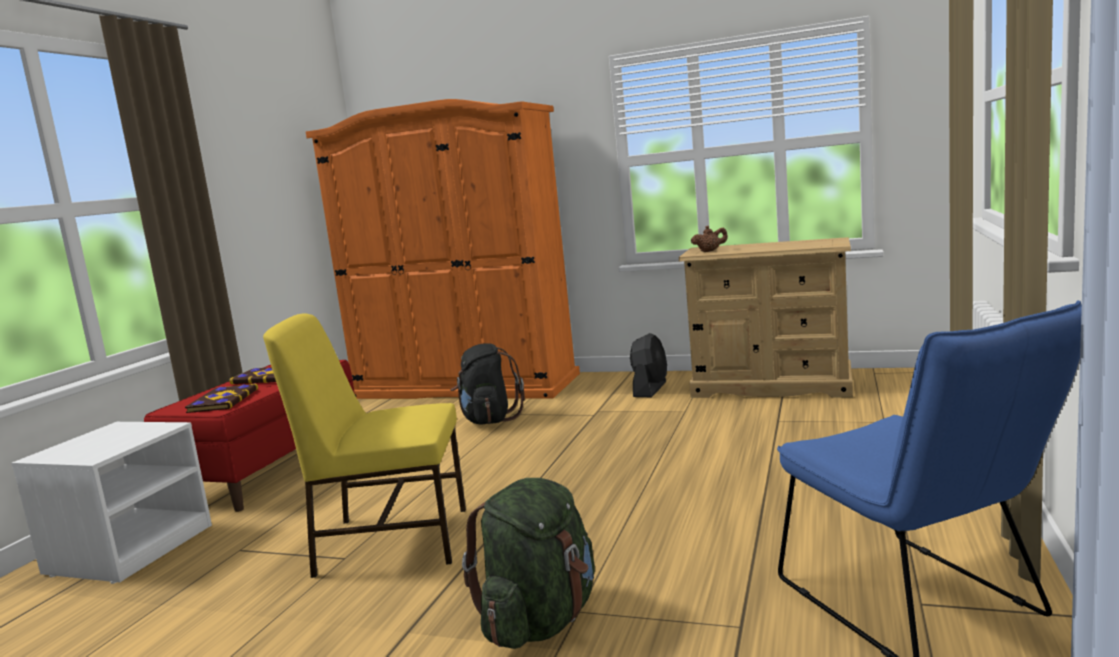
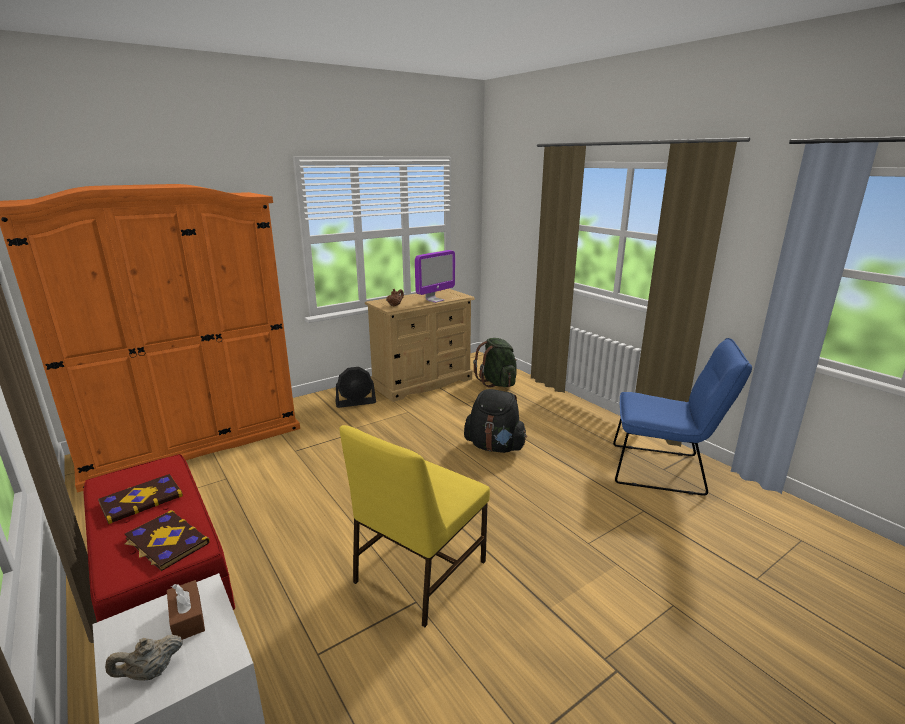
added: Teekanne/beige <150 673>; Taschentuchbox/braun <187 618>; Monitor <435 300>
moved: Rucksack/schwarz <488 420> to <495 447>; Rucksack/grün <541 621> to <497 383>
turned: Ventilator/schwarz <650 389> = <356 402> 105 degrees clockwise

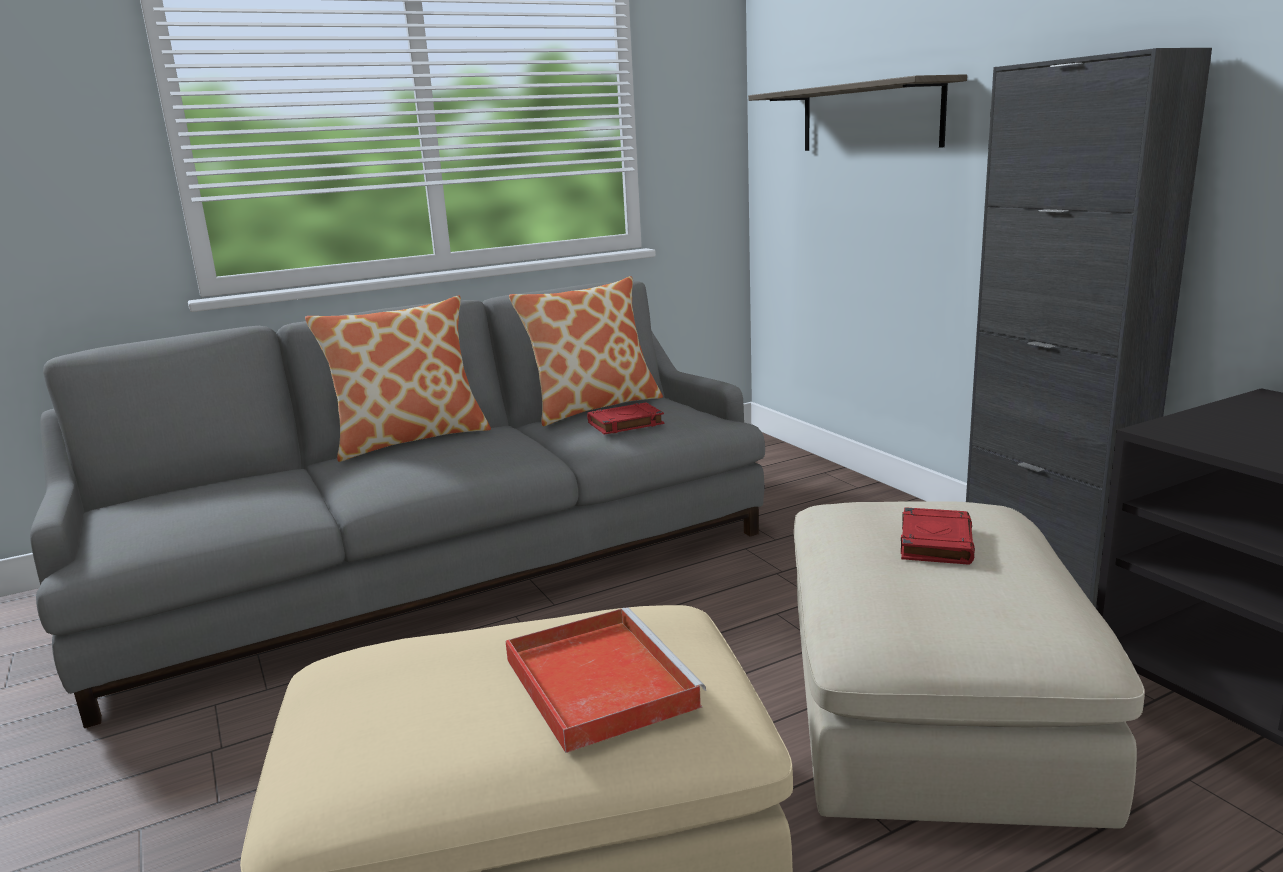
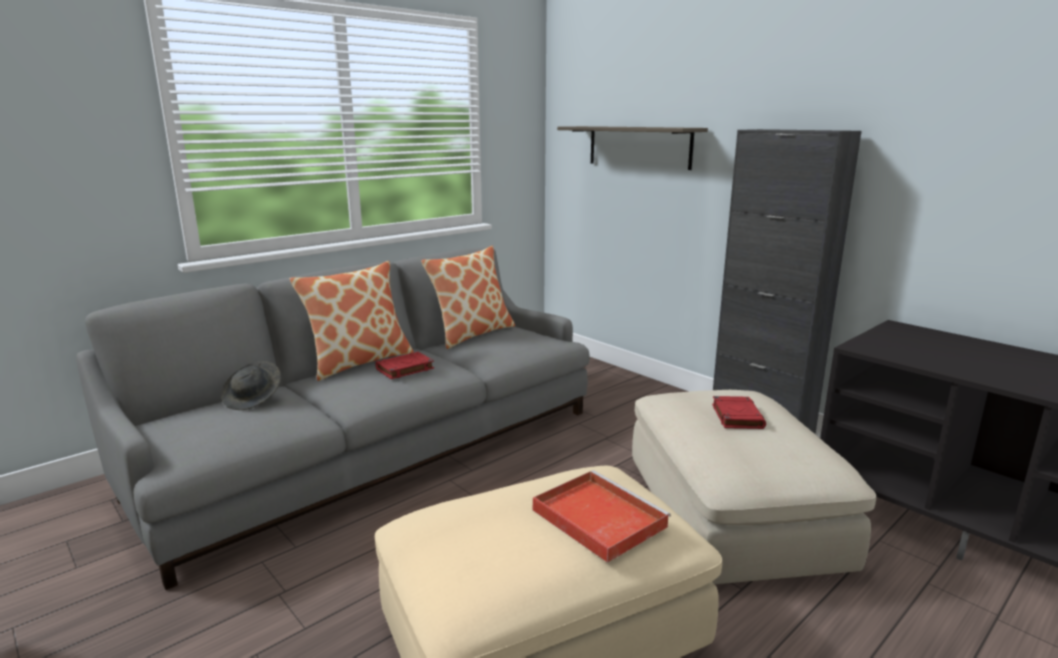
added: Hut/grau <253 399>
moved: Buch/rot <625 424> to <404 369>

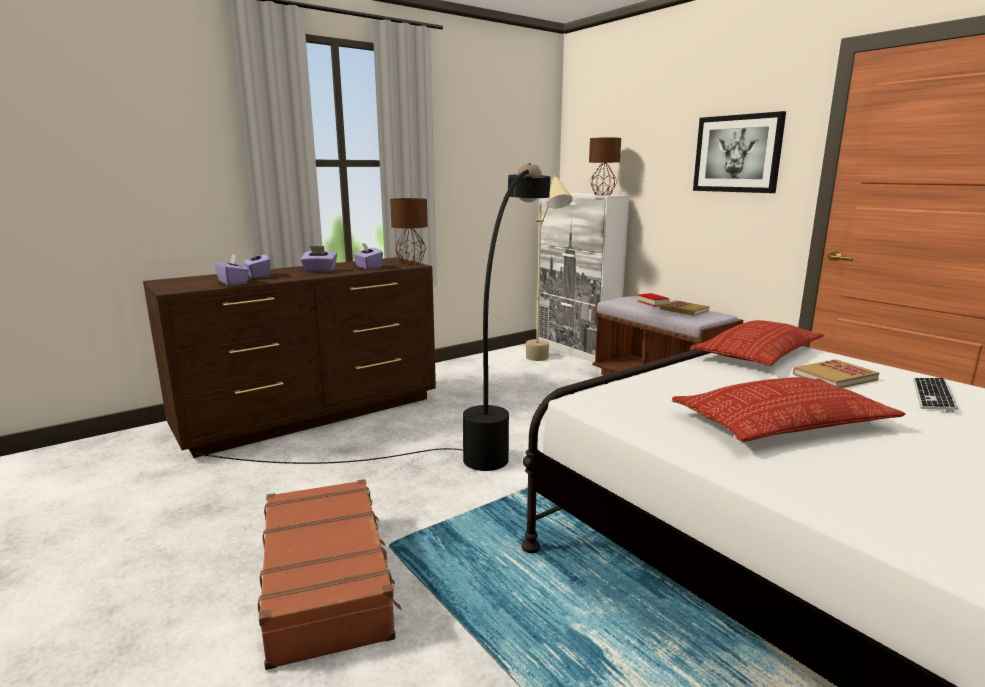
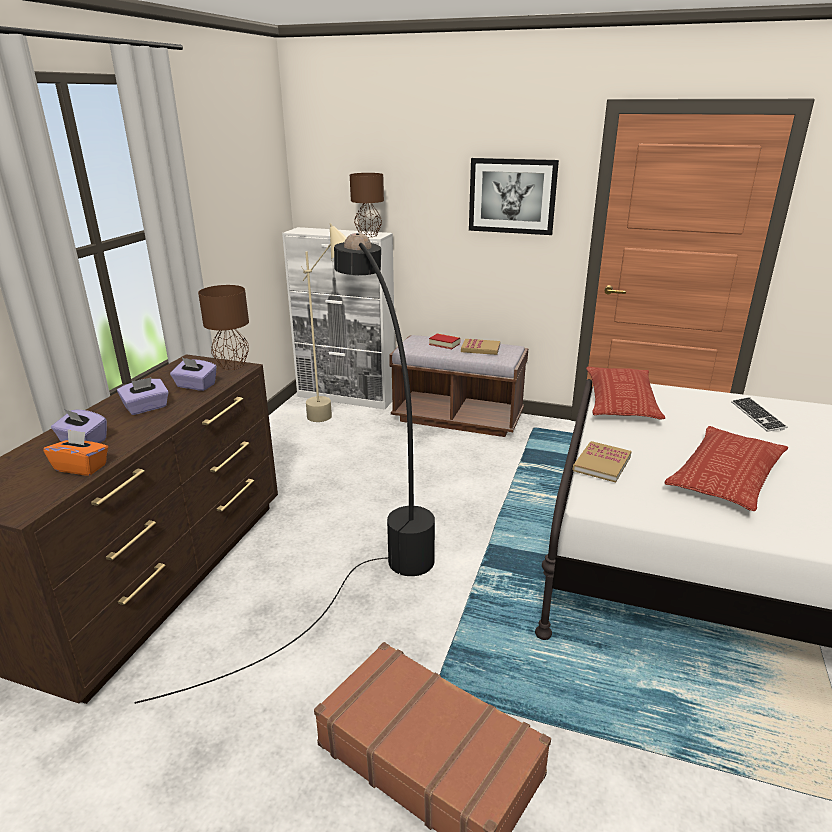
moved: Buch <834 377> to <602 464>
recoloured: Taschentuchbox/lila <233 283> to Taschentuchbox/orange <81 467>

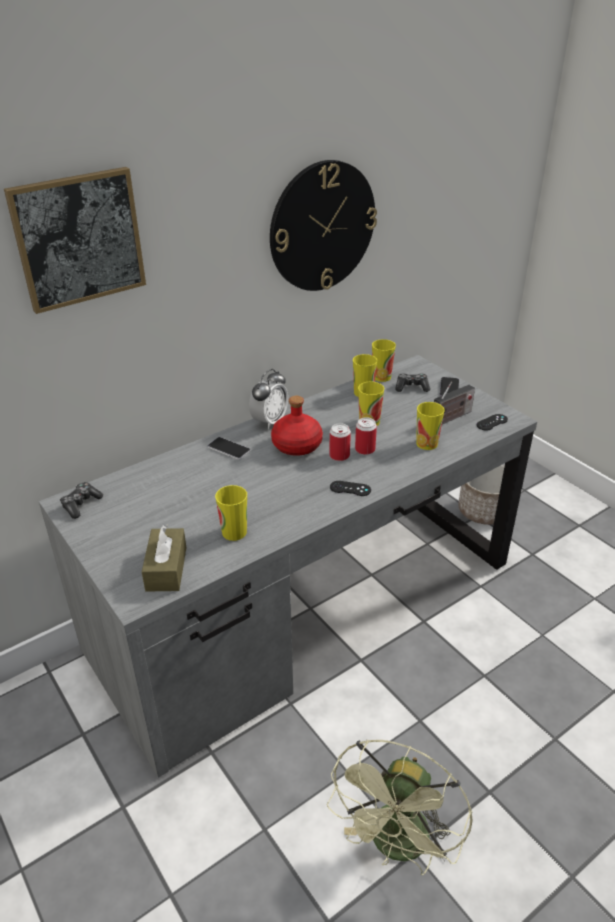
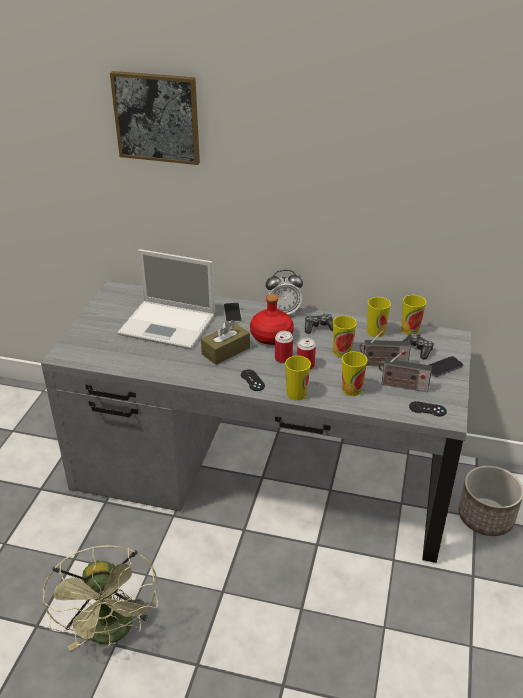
removed: Wanduhr <322 227>
added: Laptop <169 325>; Radio <382 364>
moved: Taschentuchbox/braun <166 569> to <226 351>; Tasse <234 532> to <296 394>; Gamepad <81 504> to <318 327>
turned: Ventilator/grün <398 846> = <112 633> 90 degrees counterclockwise

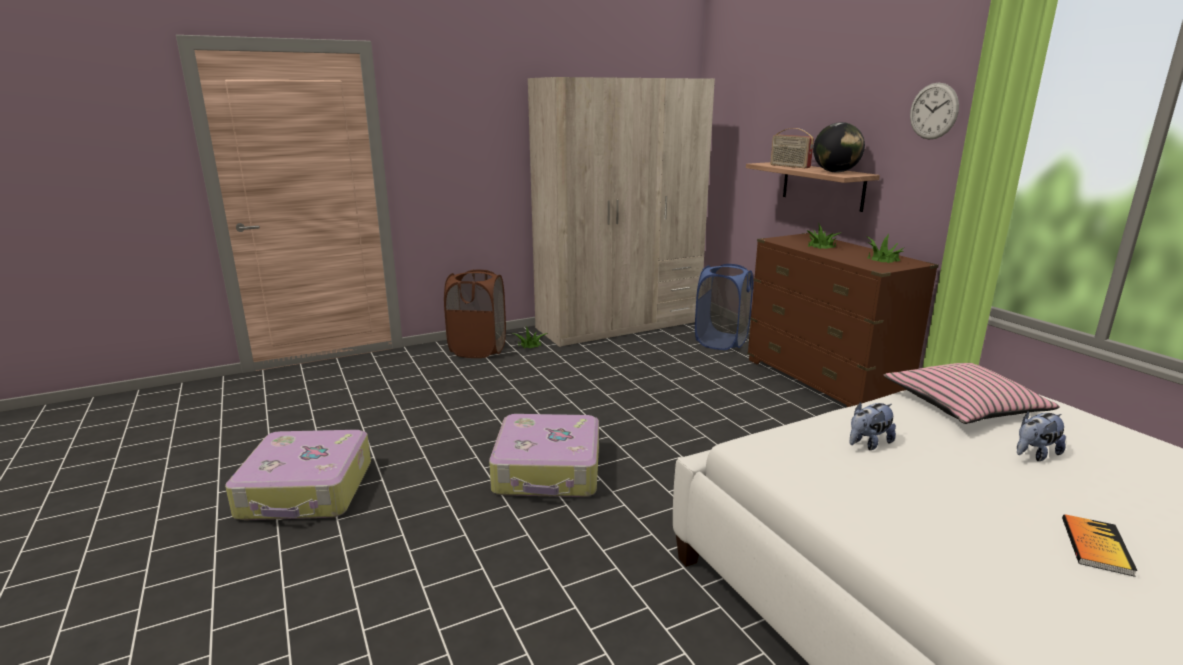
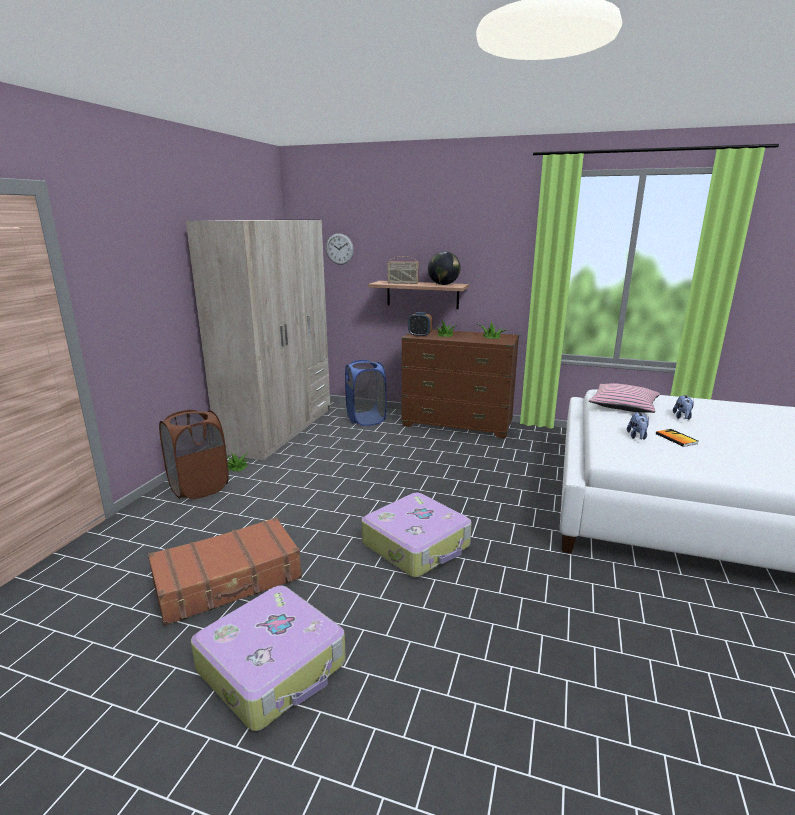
added: Koffer/braun <228 581>; Wecker <420 335>
moved: Wanduhr <933 111> to <339 249>; Buch <1096 546> to <676 438>

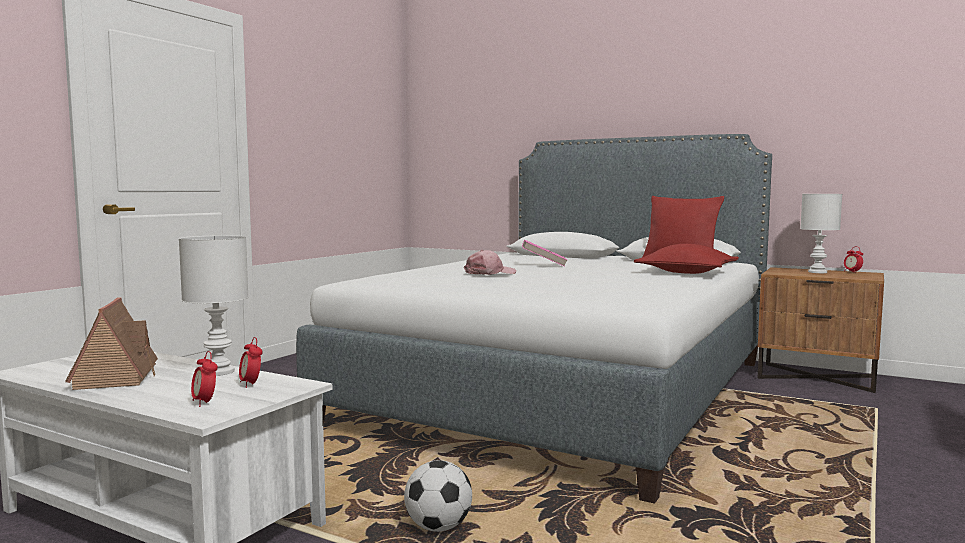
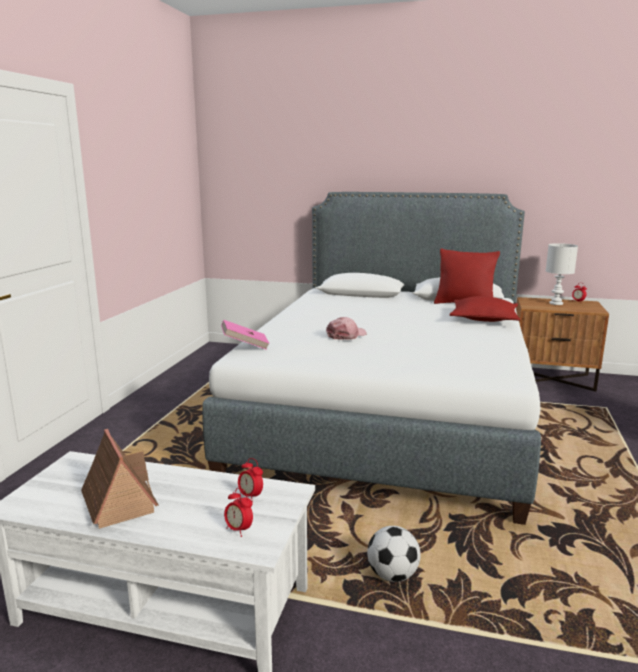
removed: Tischlampe/weiß <220 372>
moved: Buch/rosa <544 265> to <245 346>

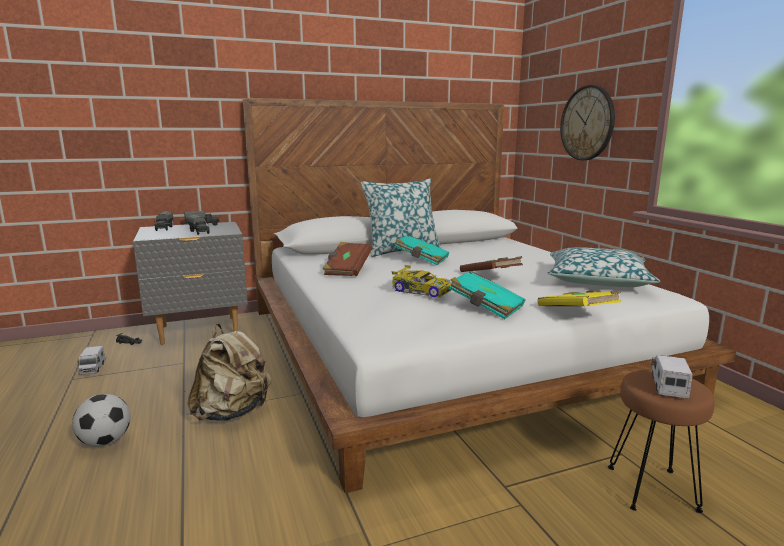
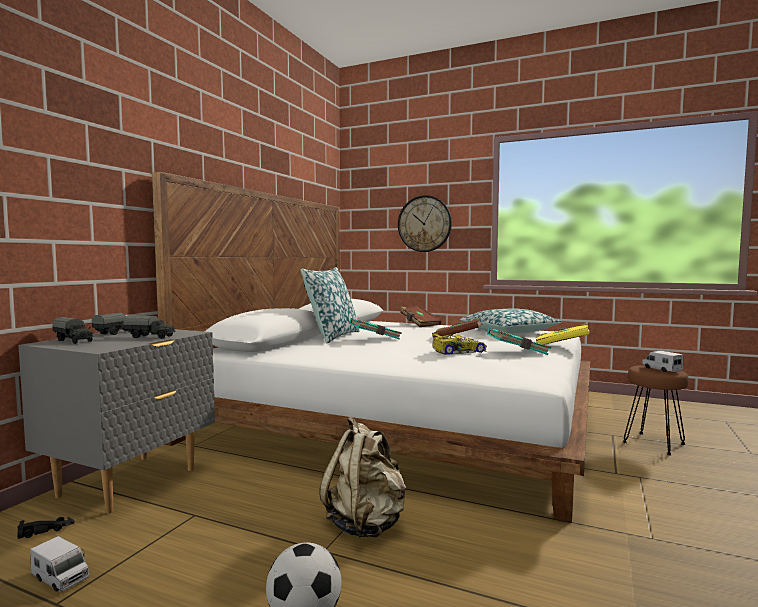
moved: Buch/braun <347 270> to <419 324>

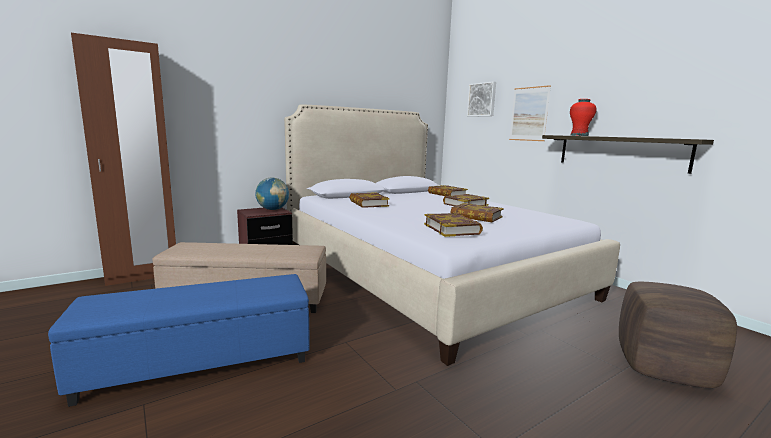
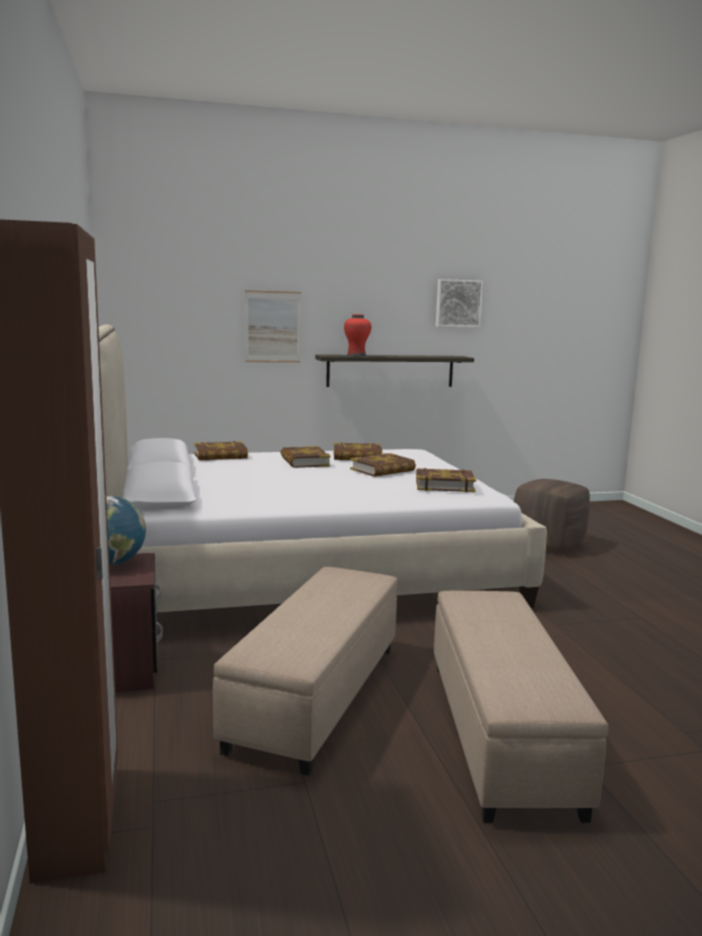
moved: Buch <368 203> to <357 457>; Bild <482 99> to <458 303>
recoloured: Polsterhocker/blau <200 361> to Polsterhocker/beige <499 732>

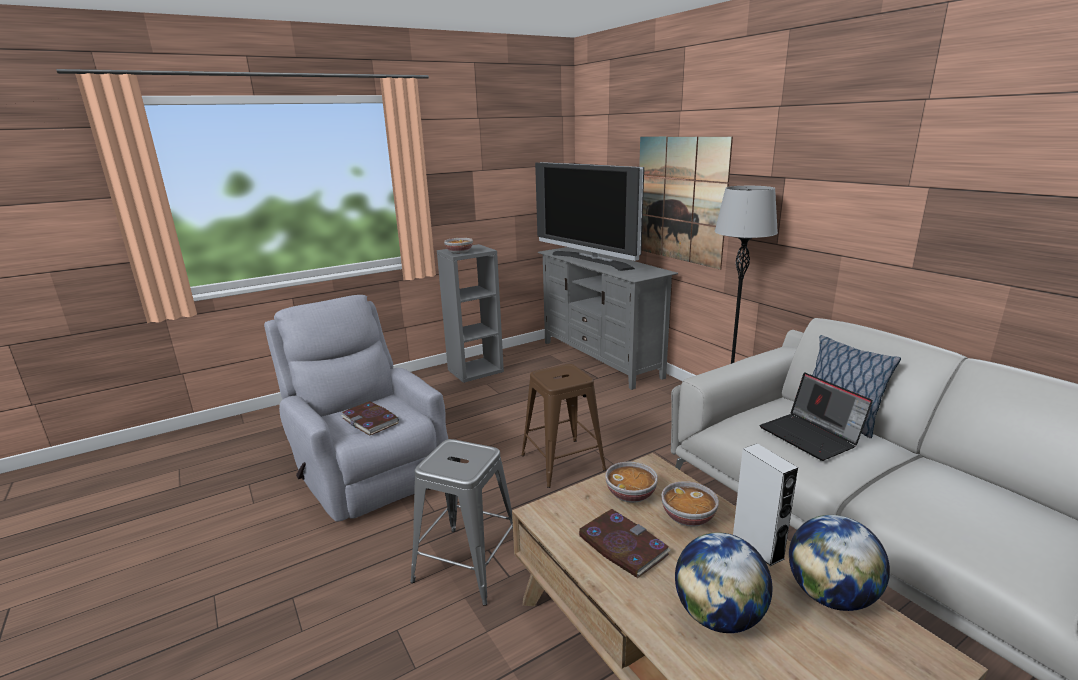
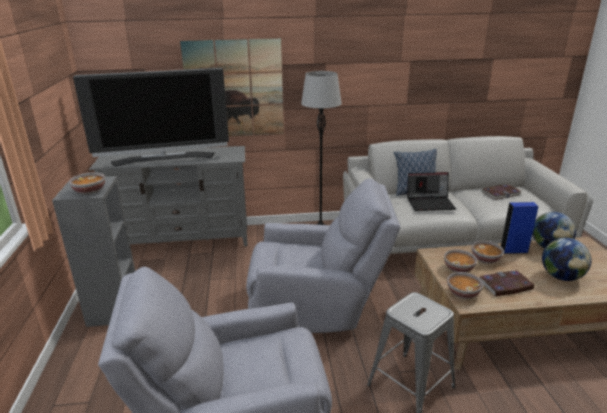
added: Schüssel <462 293>
moved: Buch <370 421> to <500 193>
replaced: Hocker/braun <562 462> to Sessel/grau <317 306>
recoloured: Lautsprecher/grau <757 546> to Lautsprecher/blau <513 250>

